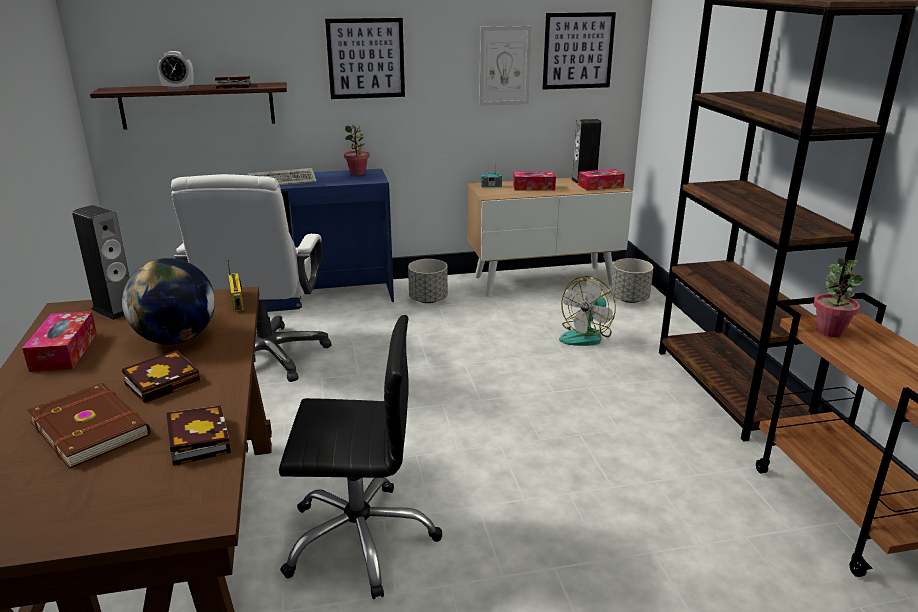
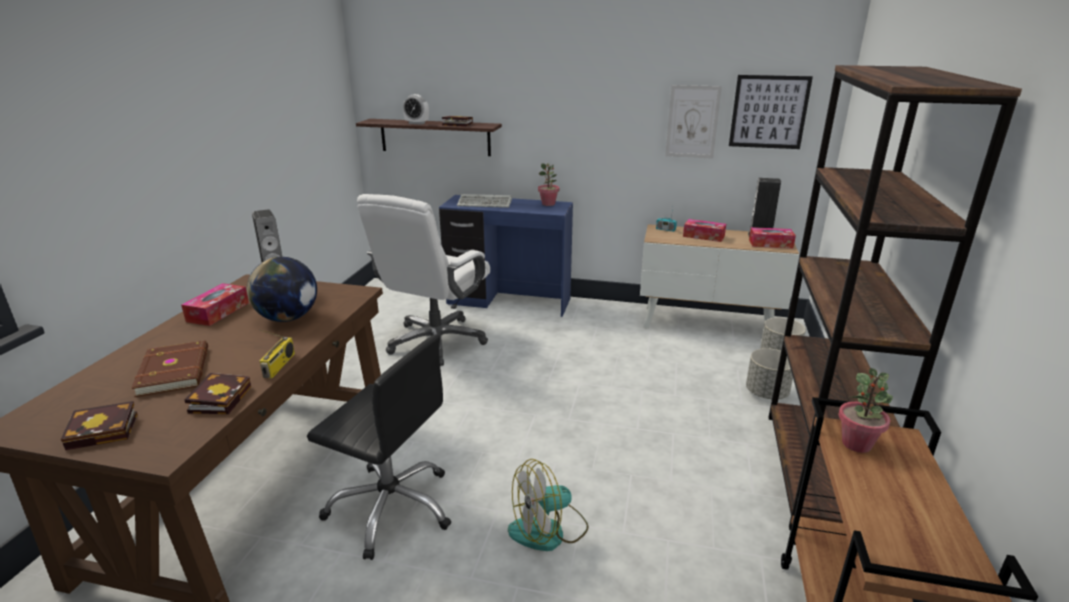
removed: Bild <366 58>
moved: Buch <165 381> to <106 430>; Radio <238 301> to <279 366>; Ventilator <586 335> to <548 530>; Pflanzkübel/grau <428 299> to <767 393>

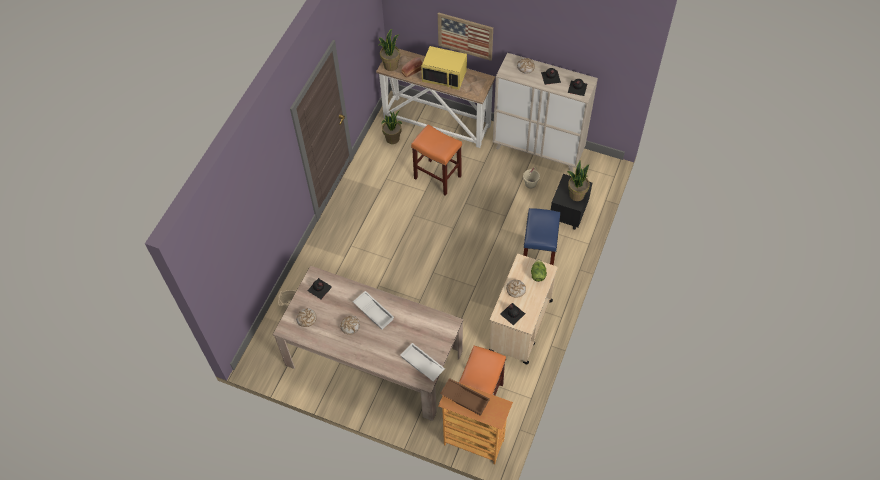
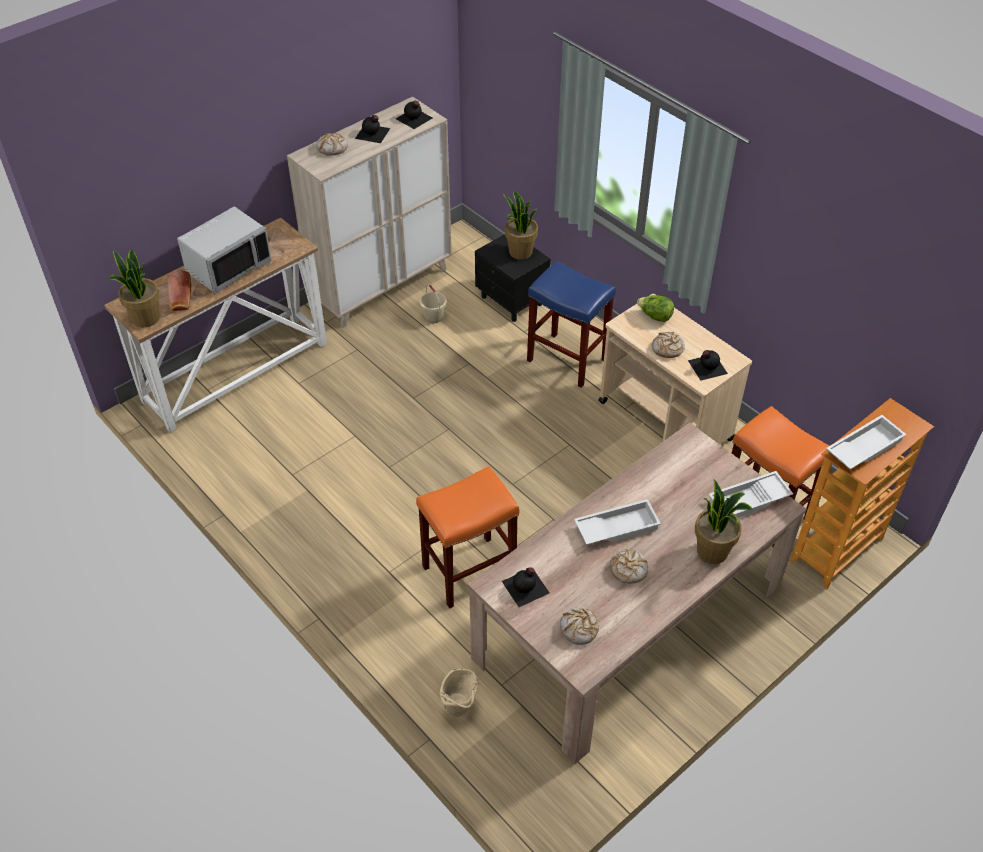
removed: Bild <465 36>
moved: Hocker/orange <438 177> to <470 570>; Topfpflanze <393 139> to <713 551>
recoloured: Mikrowelle/gelb <444 76> to Mikrowelle/grau <228 266>; Tablett/braun <465 398> to Tablett/weiß <863 447>

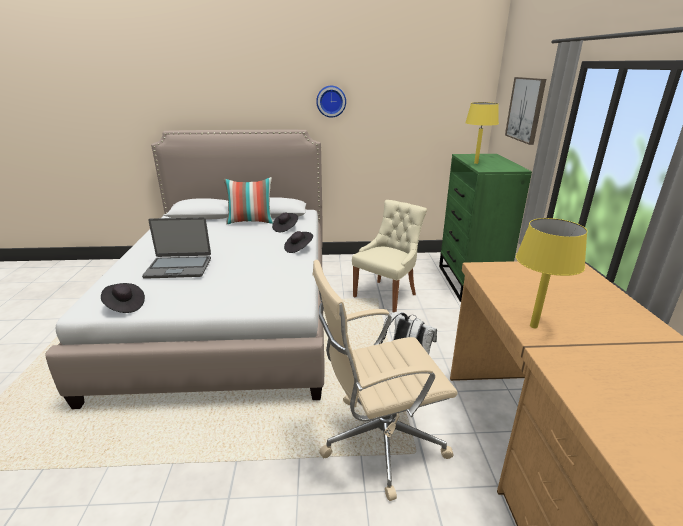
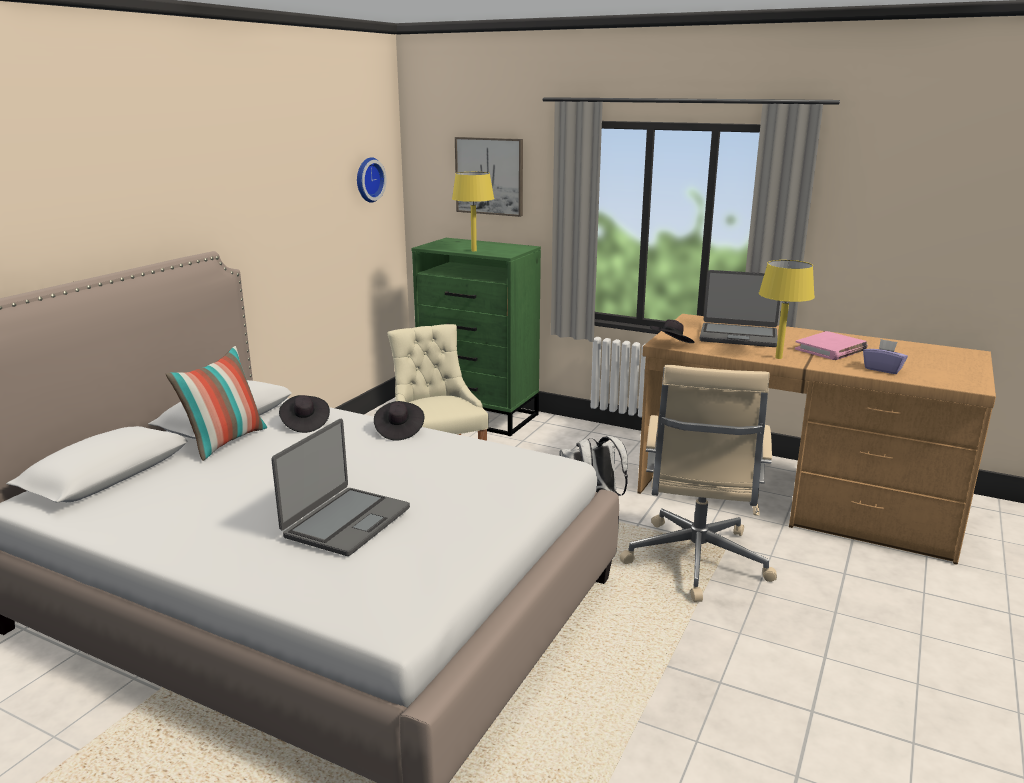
added: Laptop <738 336>; Buch/rosa <830 349>; Taschentuchbox/lila <883 369>
moved: Wanduhr <331 101> to <368 179>; Hut/schwarz <124 306> to <671 345>

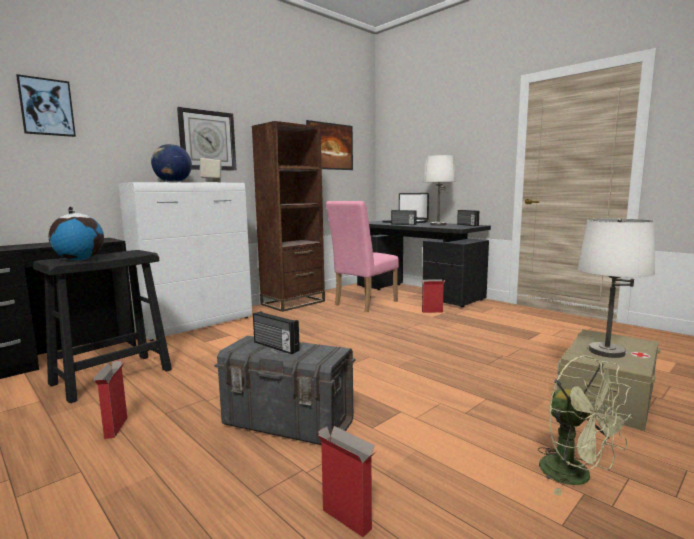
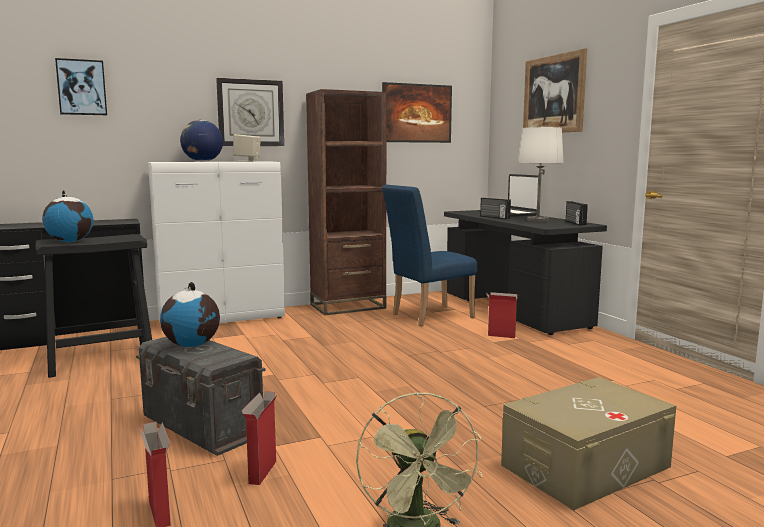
removed: Tischlampe/weiß <607 352>
added: Bild <553 94>
moved: Karton <116 428> to <262 473>
replaced: Radio <275 347> to Globus <192 345>
recoloured: Stuhl/rosa <363 304> to Stuhl/blau <427 316>

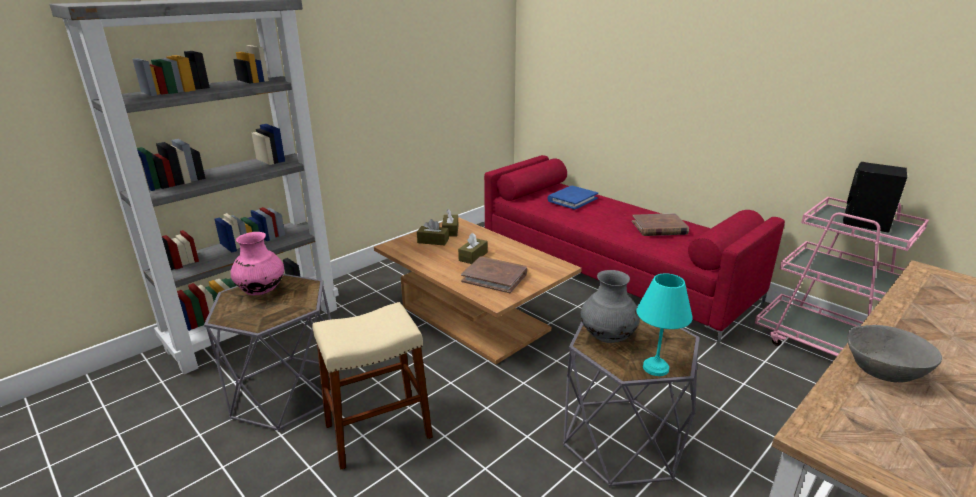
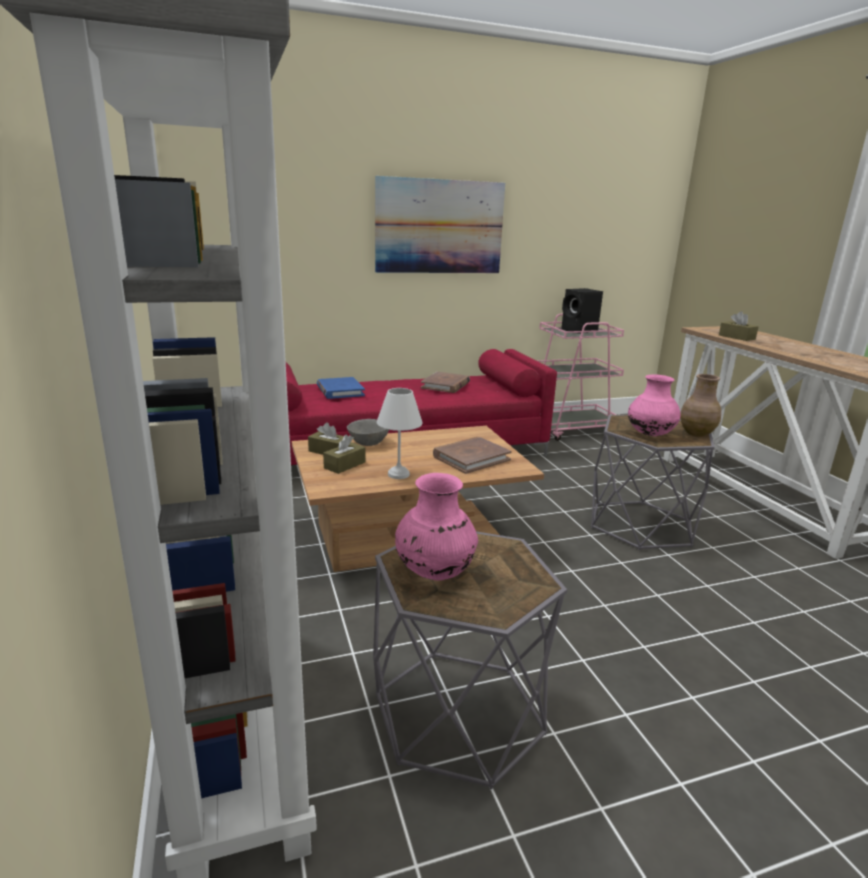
removed: Hocker/beige <378 431>
added: Bild <439 227>; Tischlampe/weiß <398 475>
moved: Schüssel/grau <883 371> to <368 442>; Taschentuchbox/braun <473 256> to <736 337>
replaced: Tischlampe/türkis <657 368> to Vase/braun <696 433>
recoloured: Vase/grau <607 338> to Vase/rosa <650 434>

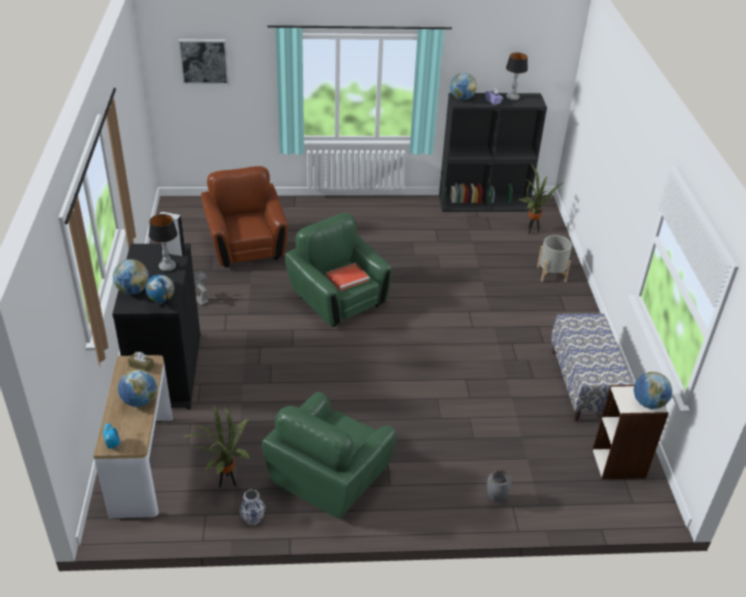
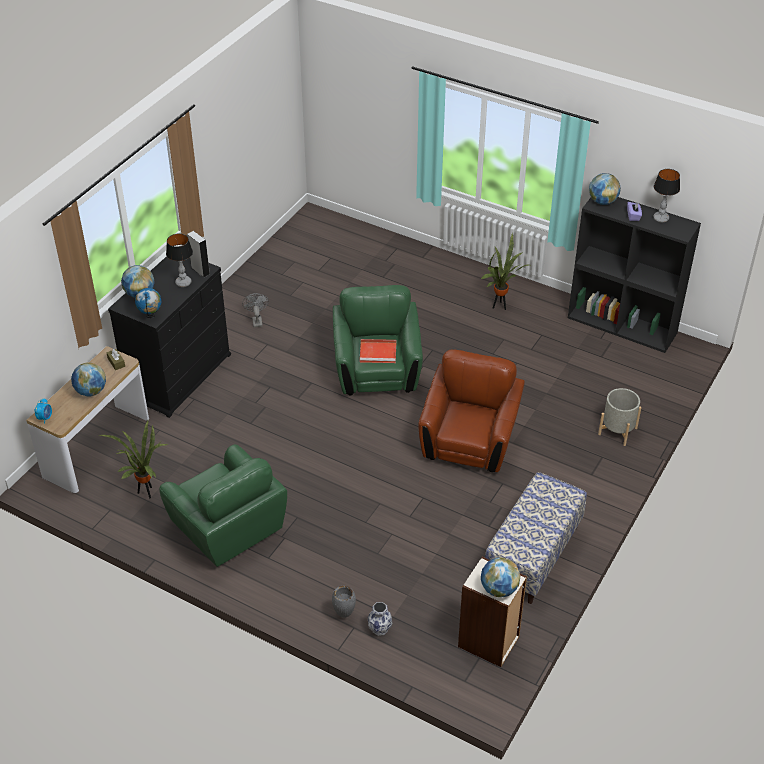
removed: Bild <204 61>
moved: Vase <252 518> to <379 629>; Sessel/braun <246 247> to <469 441>; Topfpflanze <532 230> to <500 306>
turned: Sessel/grün <330 477> = <227 527> 105 degrees counterclockwise

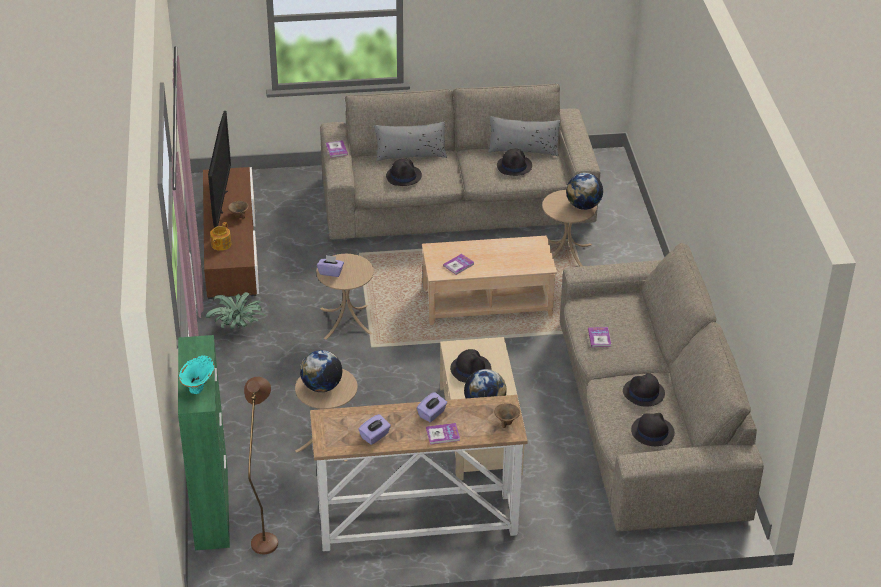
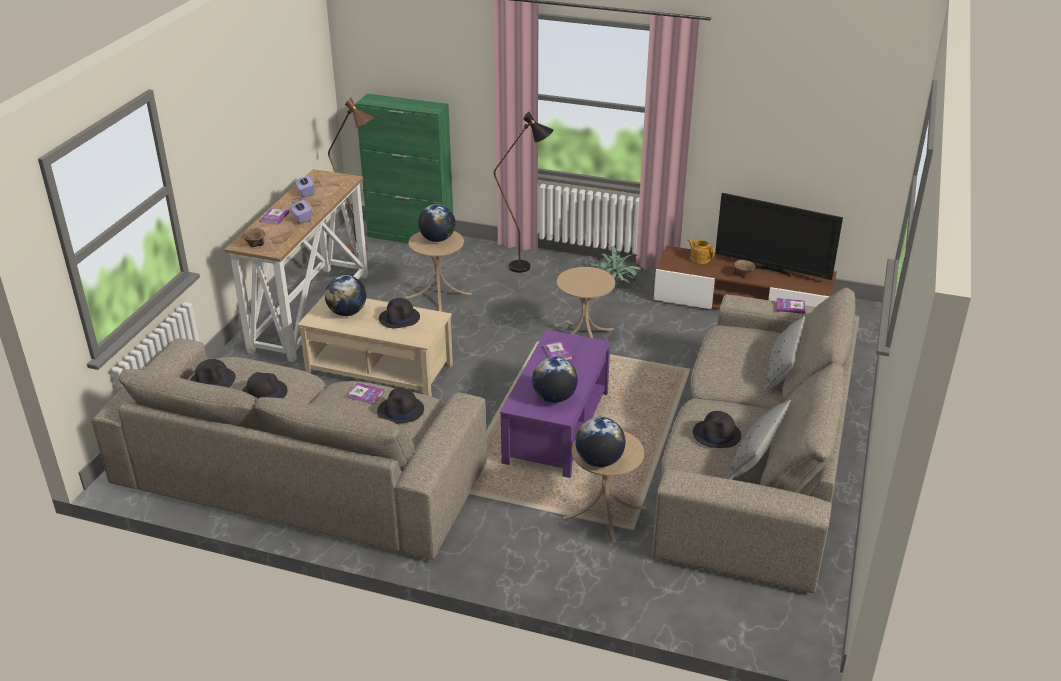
removed: Vase/türkis <199 387>; Taschentuchbox/lila <331 272>
added: Stehlampe/schwarz <527 267>; Globus <554 398>
moved: Hut/schwarz <404 176> to <401 411>
recoloured: Couchtisch/beige <487 301> to Couchtisch/lila <557 428>

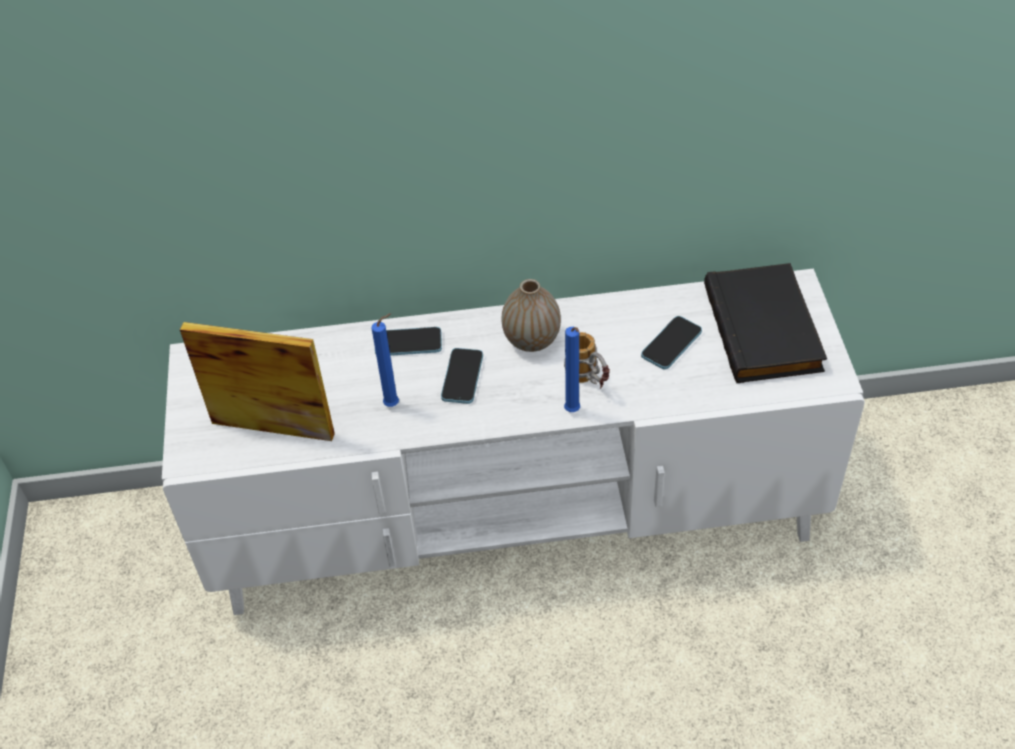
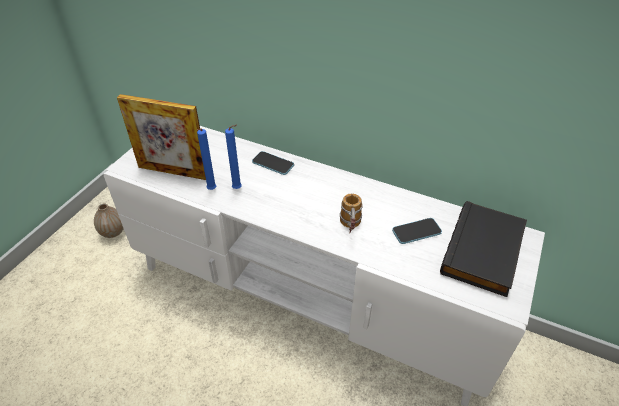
removed: Handy <462 377>
moved: Vase <531 340> to <113 232>; Kerze/blau <573 412> to <211 190>
turned: Bilderrahmen <273 428> = <173 172> 150 degrees clockwise

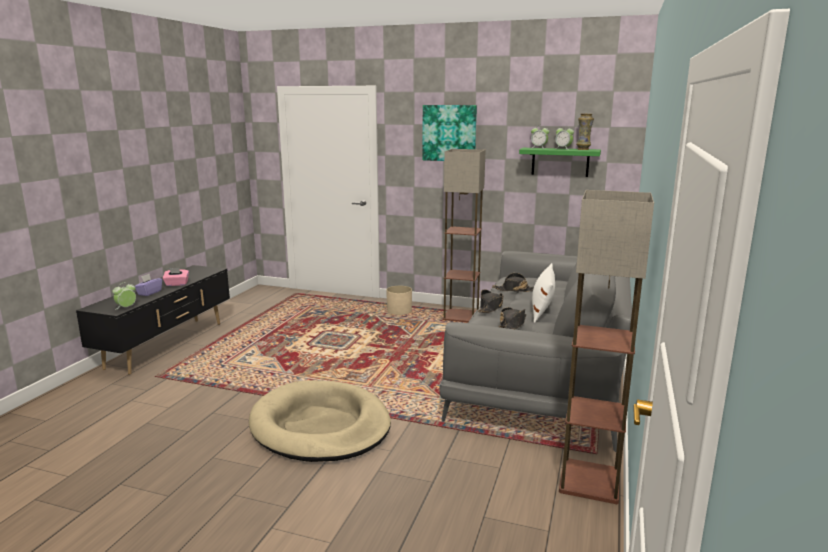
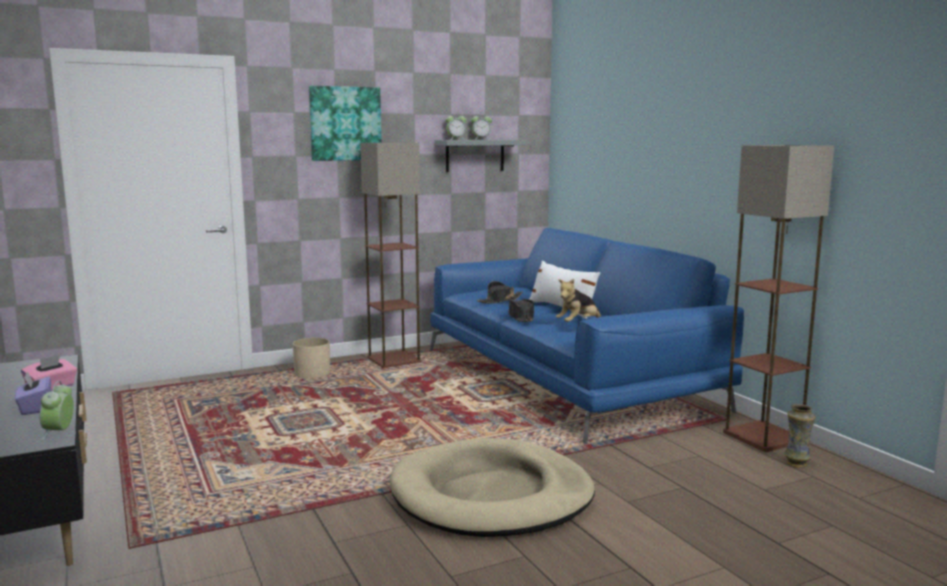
moved: Vase <583 149> to <797 463>
replaced: Hut/schwarz <512 324> to Plüschtier <578 323>
recoloured: Sofa/grau <543 369> to Sofa/blau <565 379>; Wandregal/grün <560 162> to Wandregal/grau <475 155>

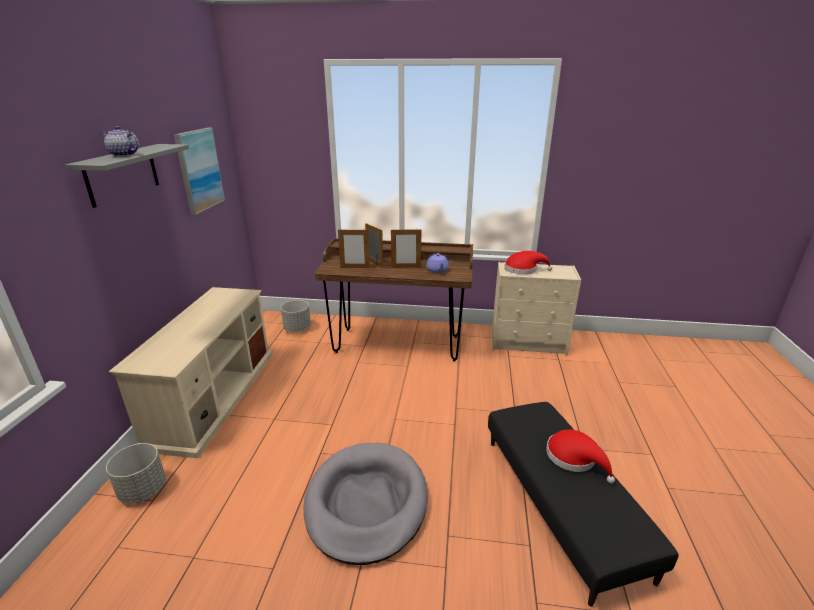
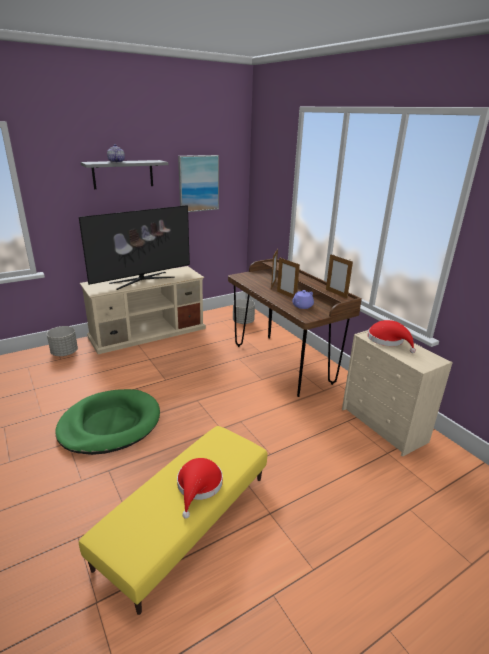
added: Fernseher <142 280>
moved: Bilderrahmen <355 267> to <336 293>
recoloured: Hundebett/grau <366 503> to Hundebett/grün <110 424>; Polsterhocker/schwarz <560 503> to Polsterhocker/gelb <185 519>

